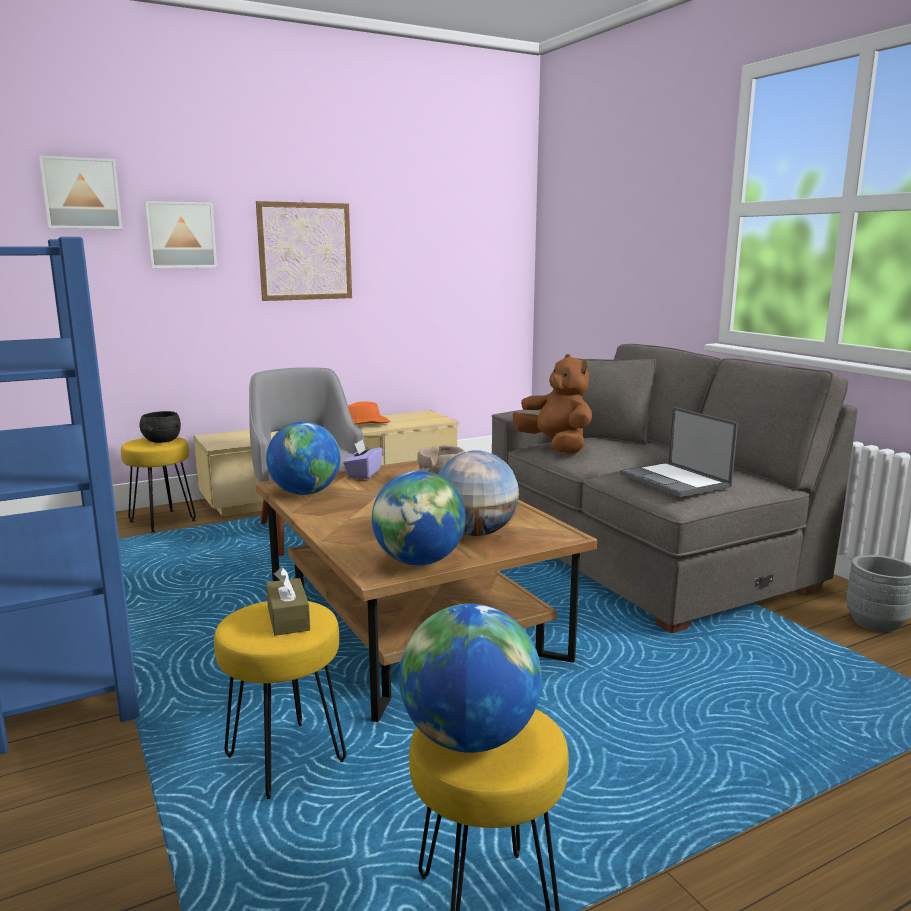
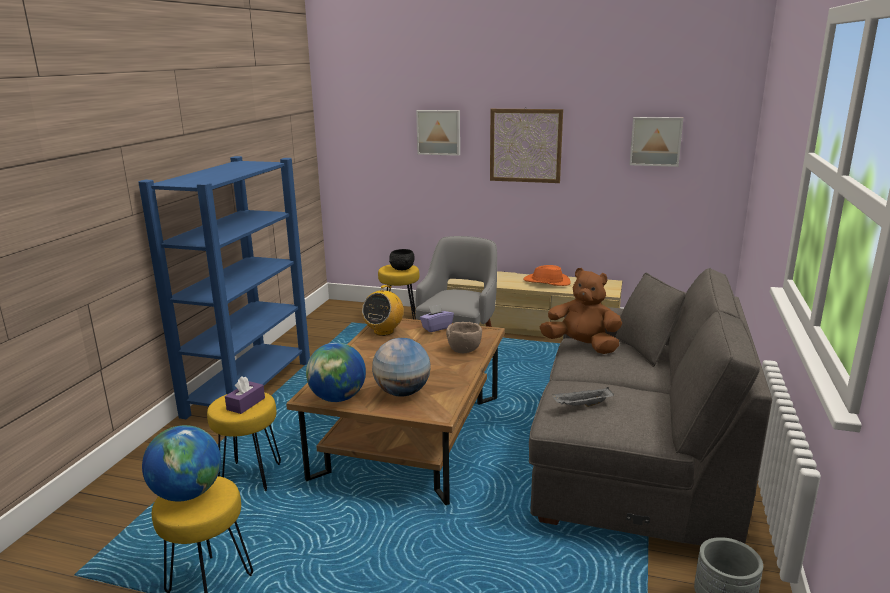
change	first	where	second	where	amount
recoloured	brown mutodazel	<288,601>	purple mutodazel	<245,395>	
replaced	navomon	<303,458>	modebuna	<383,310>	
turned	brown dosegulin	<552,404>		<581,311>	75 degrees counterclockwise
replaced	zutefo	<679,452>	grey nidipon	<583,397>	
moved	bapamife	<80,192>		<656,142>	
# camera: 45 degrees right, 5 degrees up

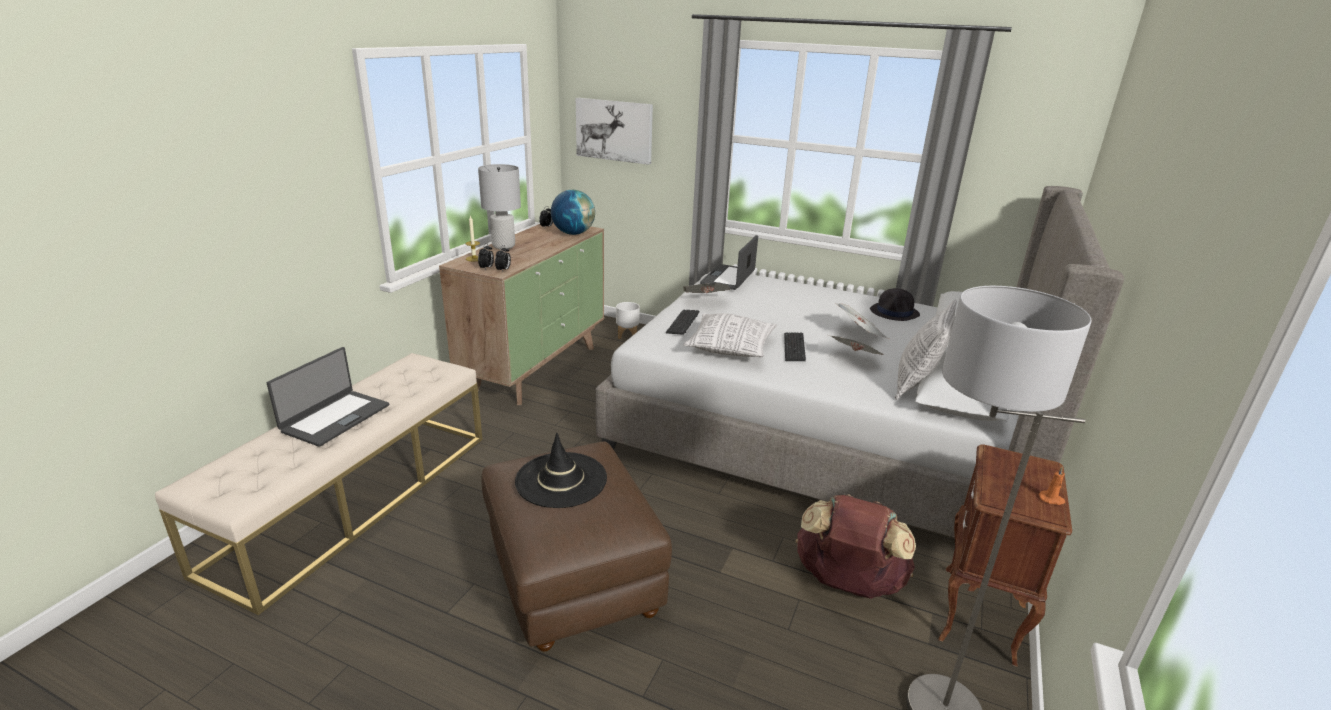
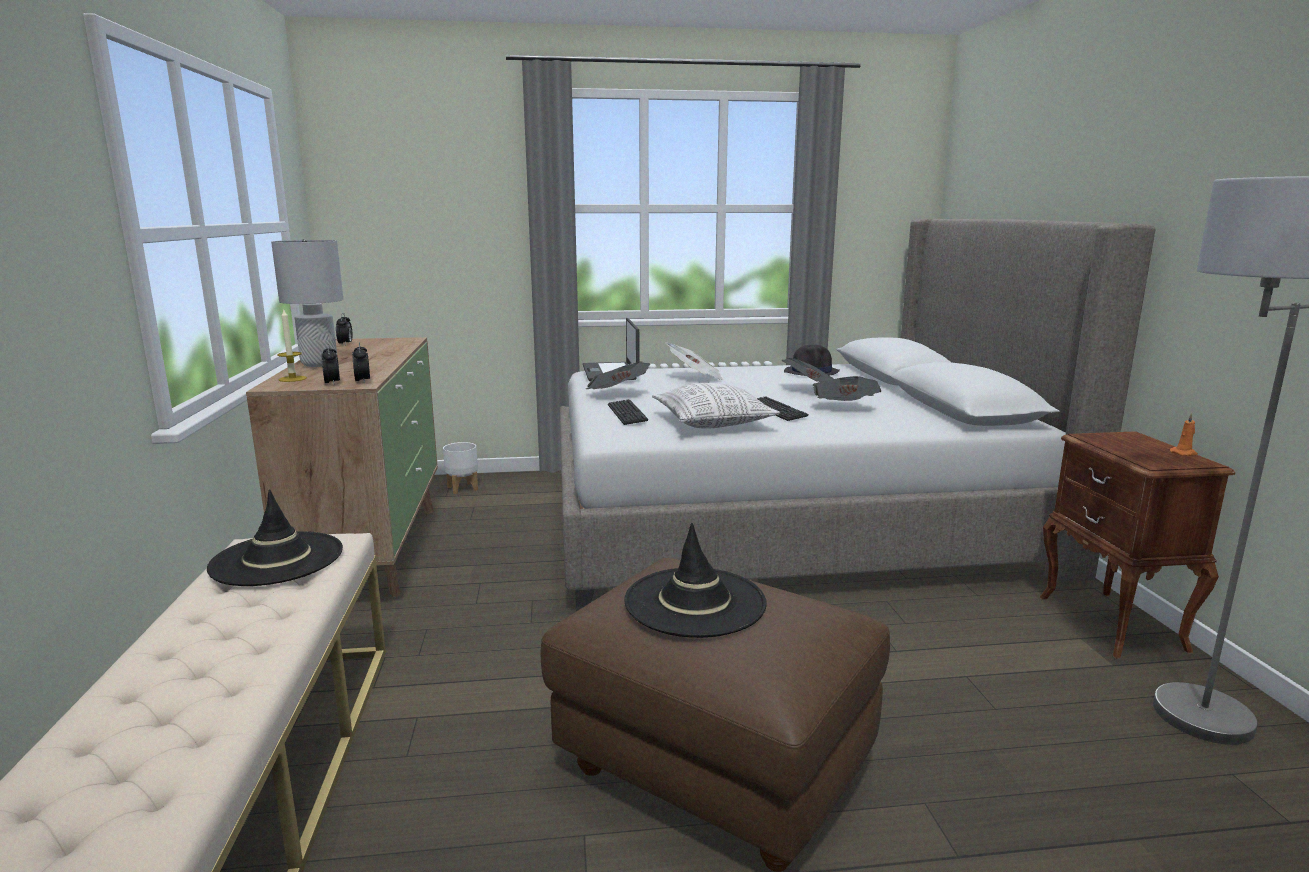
change	first	where	second	where	amount
added			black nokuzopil	<275,537>	
added			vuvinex	<695,361>	
removed	zutefo	<328,397>			
removed	navomon	<573,212>			
removed	bapamife	<614,131>			
removed	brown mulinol	<856,546>			
removed	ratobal	<926,349>			
# camera: 30 degrees left, 10 degrees down

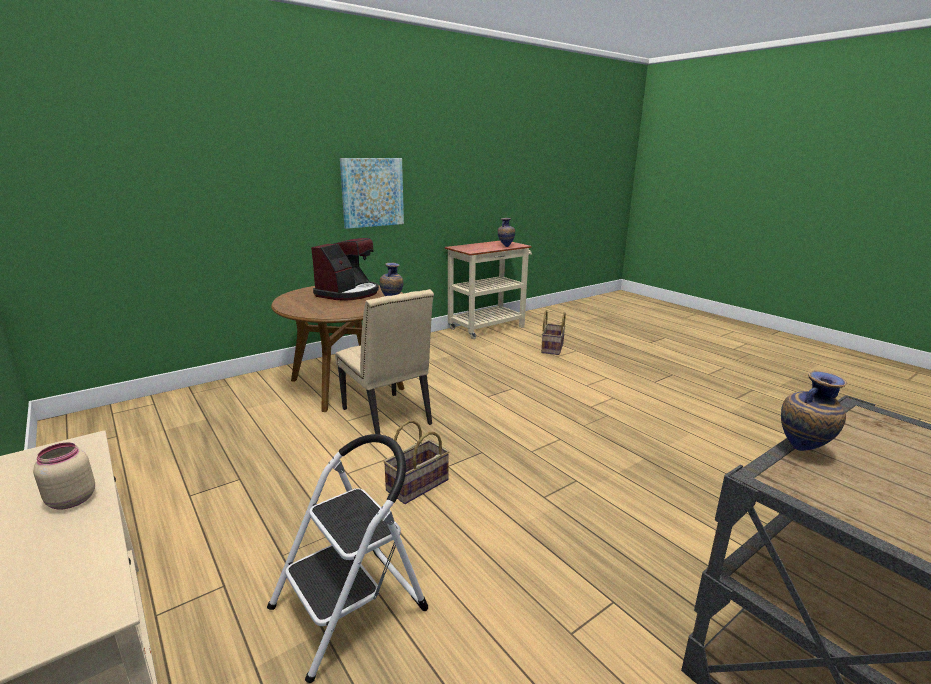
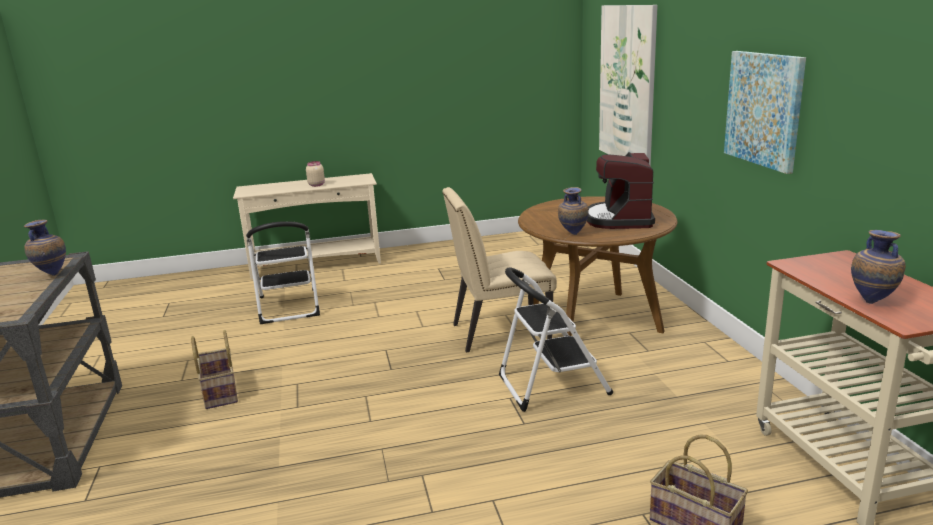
change	first	where	second	where	amount
moved	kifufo	<416,462>		<214,369>	
added			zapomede	<556,339>	
turned	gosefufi	<345,269>		<621,190>	45 degrees clockwise
added			bapamife	<628,86>	
# camera: 115 degrees right, 0 degrees up

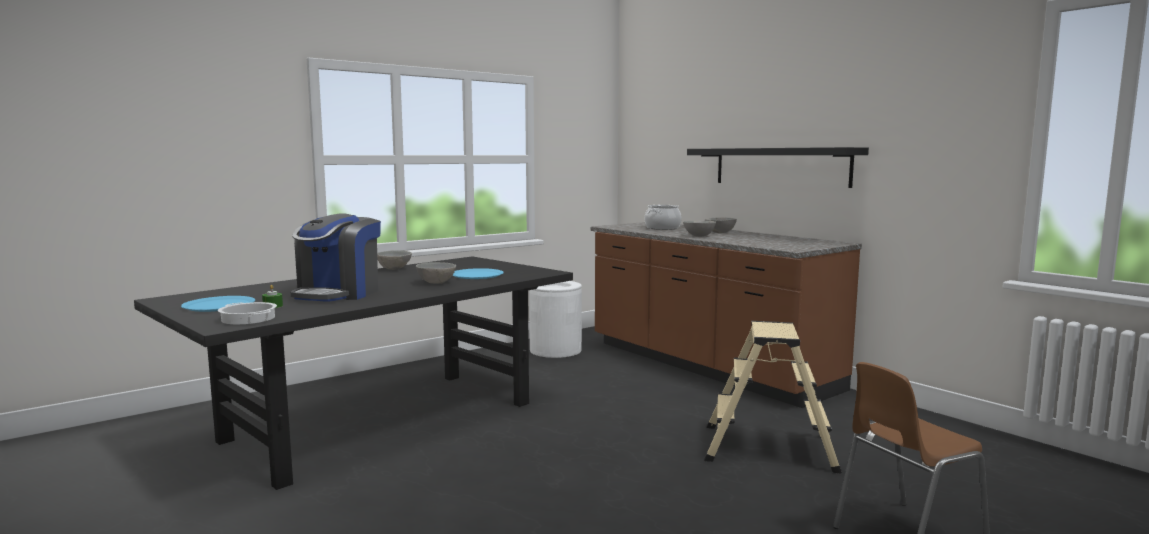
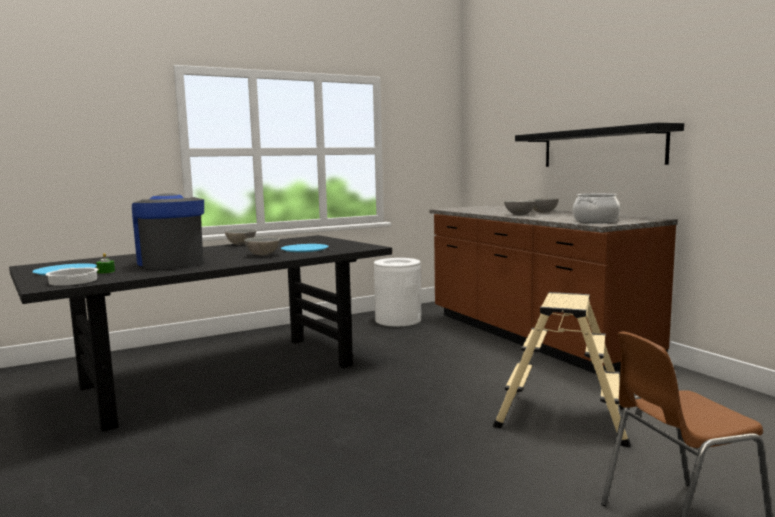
change	first	where	second	where	amount
turned	gosefufi	<336,258>		<168,231>	120 degrees clockwise
moved	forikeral	<663,217>		<596,208>	
# camera: 10 degrees right, 0 degrees up

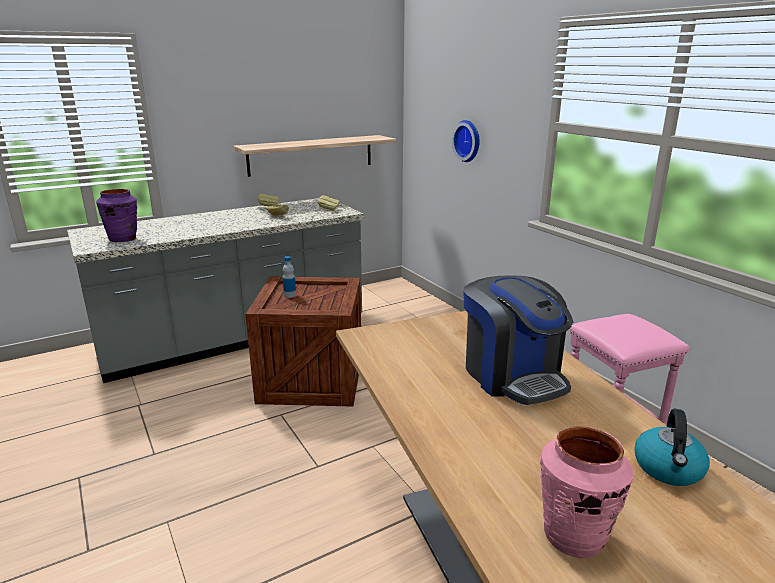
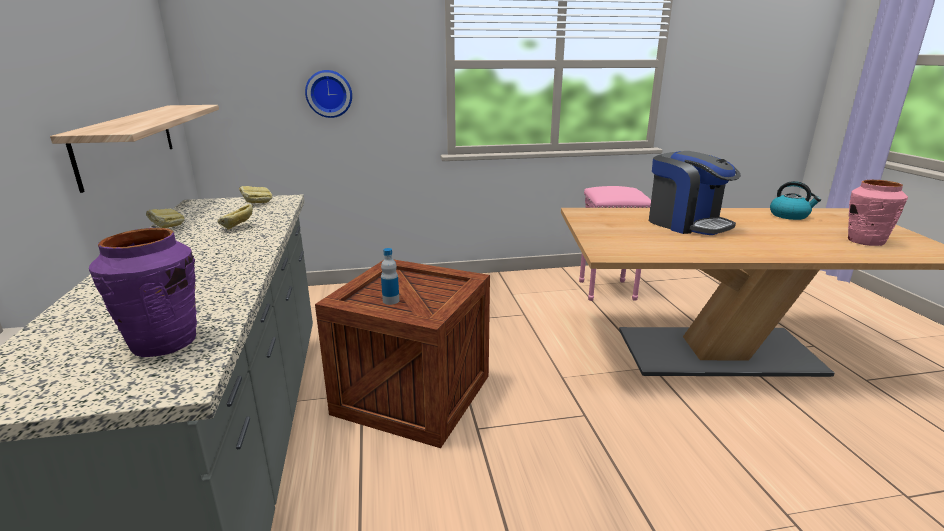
change	first	where	second	where	amount
turned	gosefufi	<518,340>		<695,193>	60 degrees clockwise
# camera: 70 degrees left, 0 degrees up

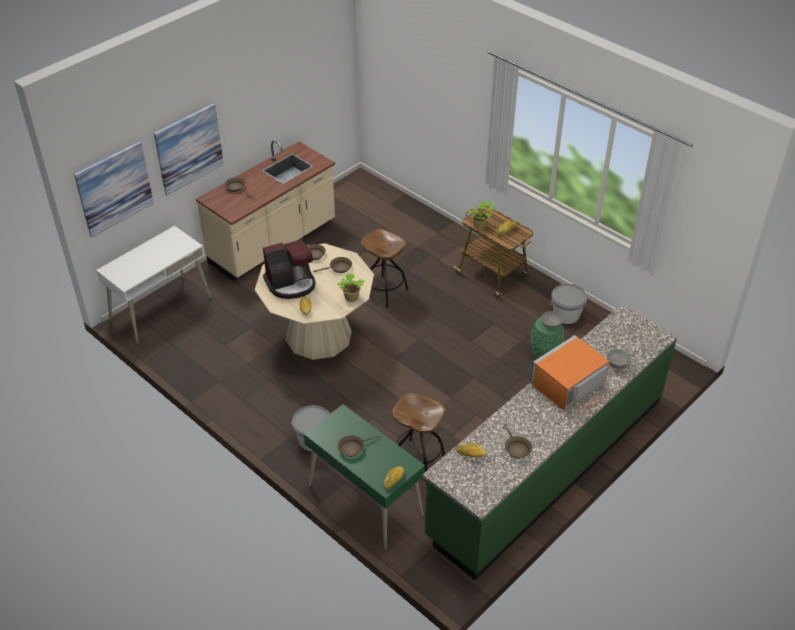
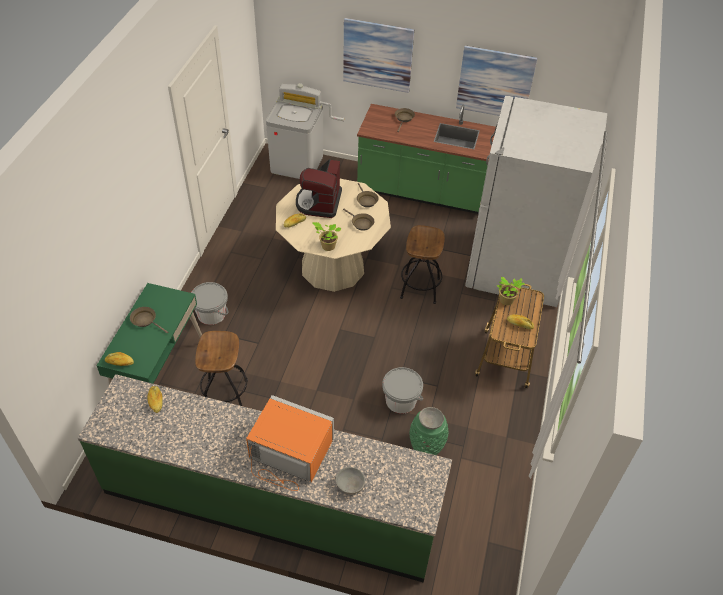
change	first	where	second	where	amount
replaced	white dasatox	<153,285>	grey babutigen	<305,131>	
turned	gosefufi	<289,269>		<319,188>	60 degrees clockwise
recoloured	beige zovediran	<265,210>	green zovediran	<426,159>	
moved	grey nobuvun	<567,304>		<402,390>	
moved	bapamife	<114,189>		<496,80>	
added			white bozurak	<536,201>	
removed	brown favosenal	<518,441>			
# camera: 60 degrees right, 5 degrees up

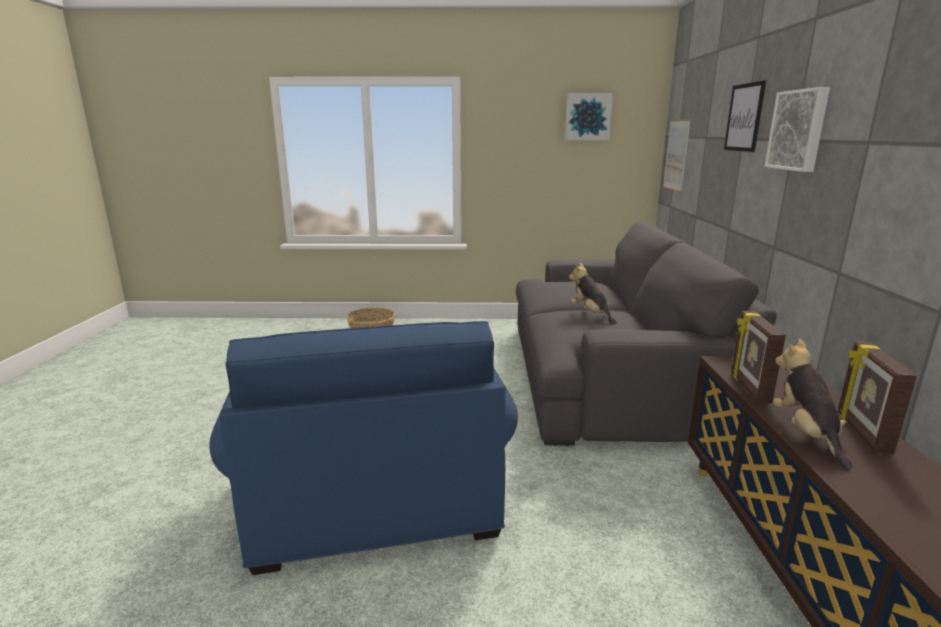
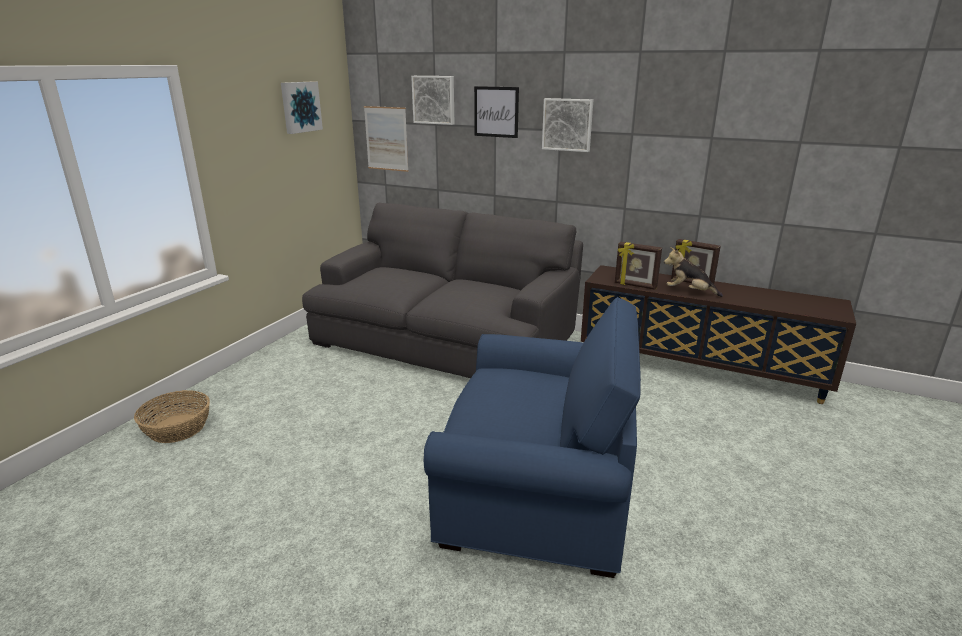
change	first	where	second	where	amount
added			bapamife	<432,100>	
removed	dosegulin	<593,293>			
# camera: 65 degrees left, 5 degrees up

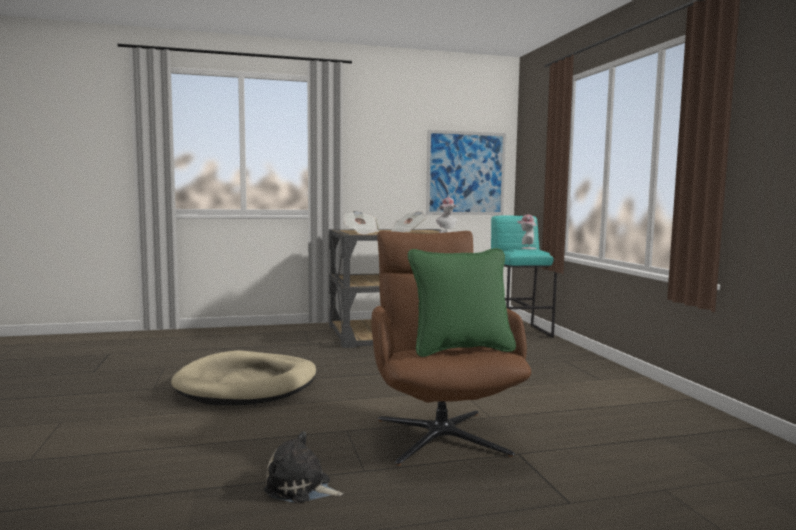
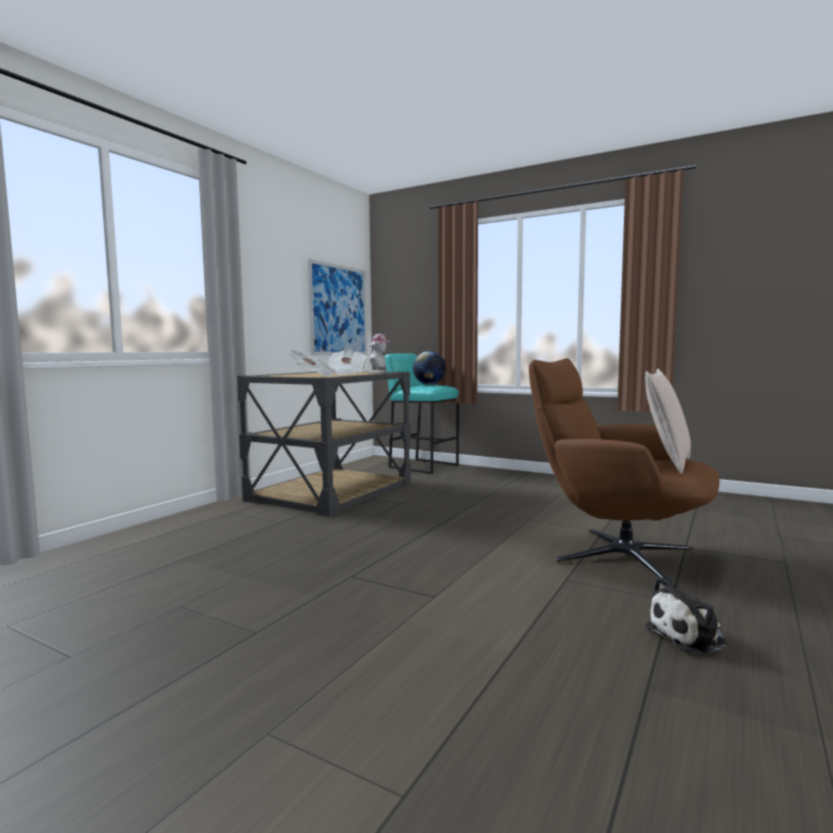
change	first	where	second	where	amount
replaced	nokuzopil	<527,231>	navomon	<429,367>	
recoloured	green ratobal	<462,302>	beige ratobal	<668,421>	
removed	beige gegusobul	<243,378>			
# camera: 45 degrees left, 0 degrees up

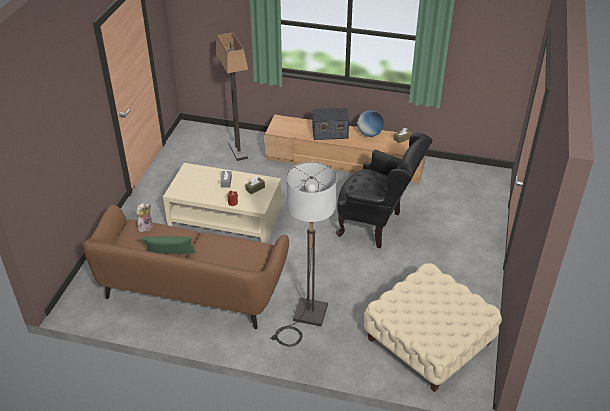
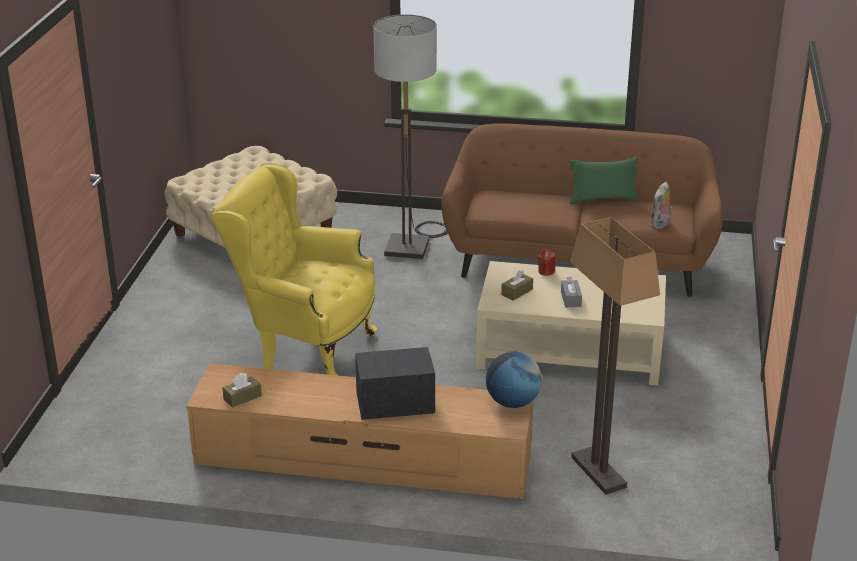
change	first	where	second	where	amount
recoloured	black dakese	<384,191>	yellow dakese	<294,269>	
moved	navomon	<370,123>		<514,380>	
# camera: 175 degrees right, 10 degrees down

